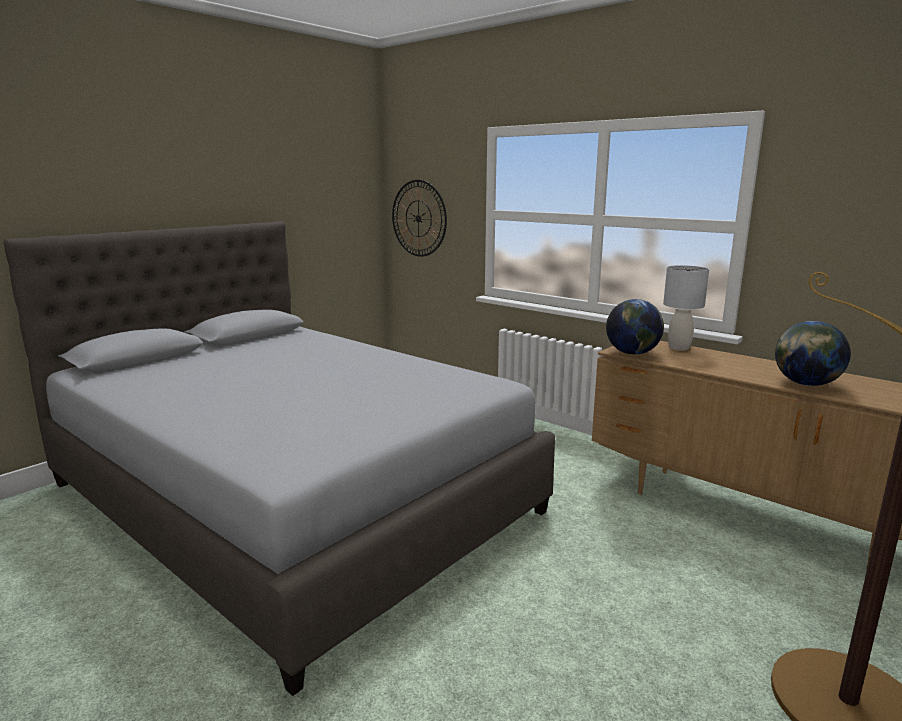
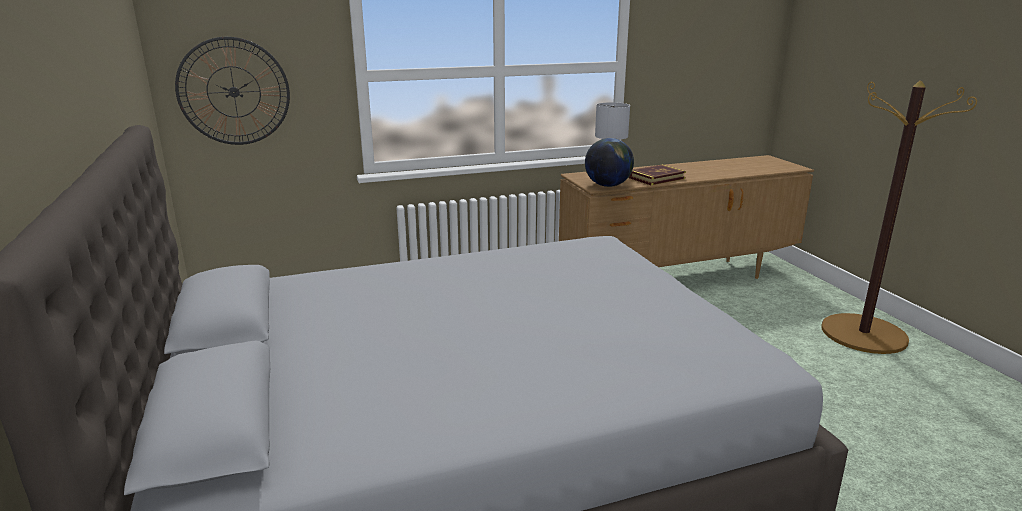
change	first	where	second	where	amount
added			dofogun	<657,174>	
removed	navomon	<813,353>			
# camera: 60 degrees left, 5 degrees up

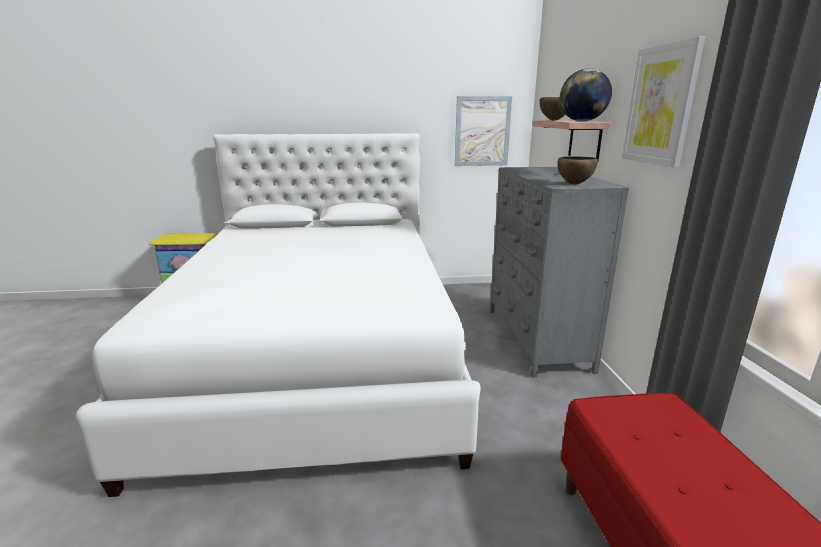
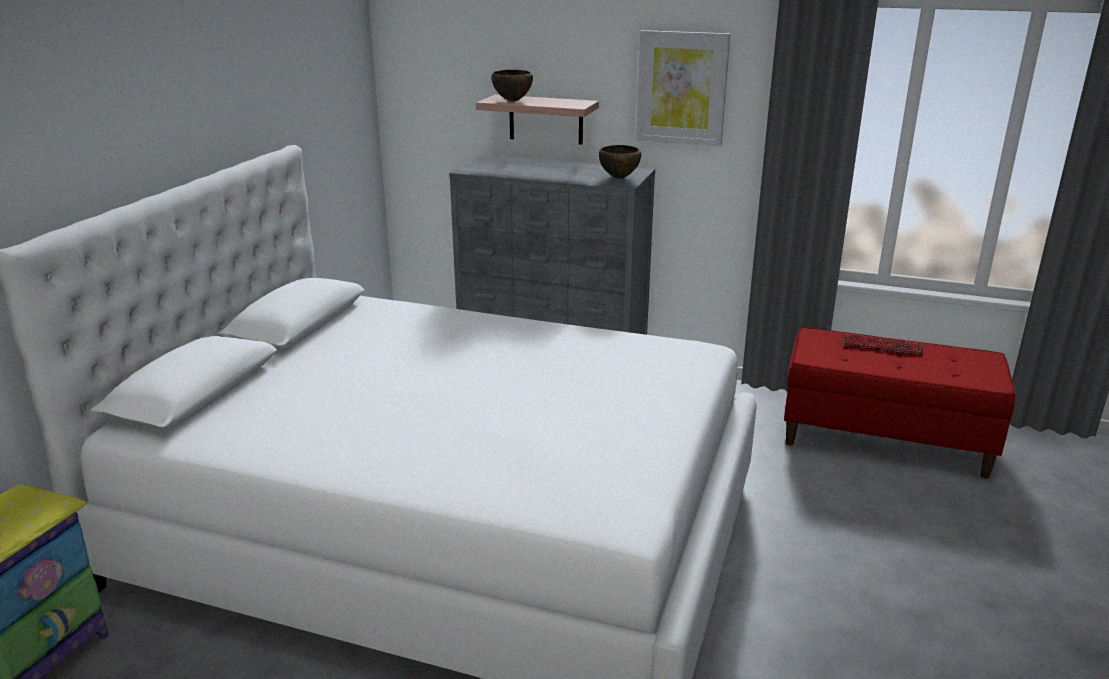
change	first	where	second	where	amount
added			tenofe	<884,345>	
removed	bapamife	<483,131>			
removed	navomon	<586,95>			
# camera: 65 degrees left, 5 degrees up

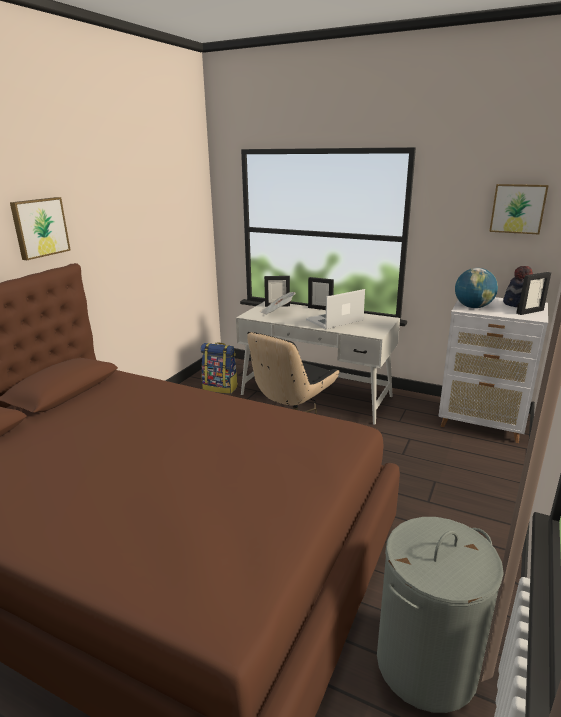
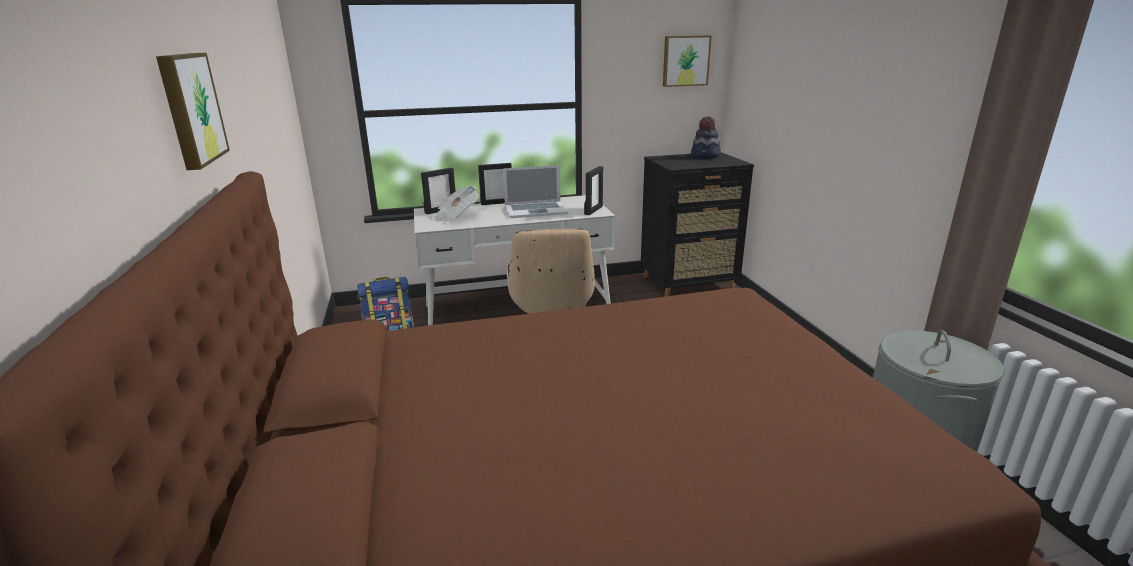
change	first	where	second	where	amount
turned	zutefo	<335,309>		<535,191>	120 degrees counterclockwise
moved	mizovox	<533,293>		<593,190>	
recoloured	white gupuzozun	<493,370>	black gupuzozun	<697,224>	
removed	navomon	<476,288>			
# camera: 40 degrees left, 0 degrees up

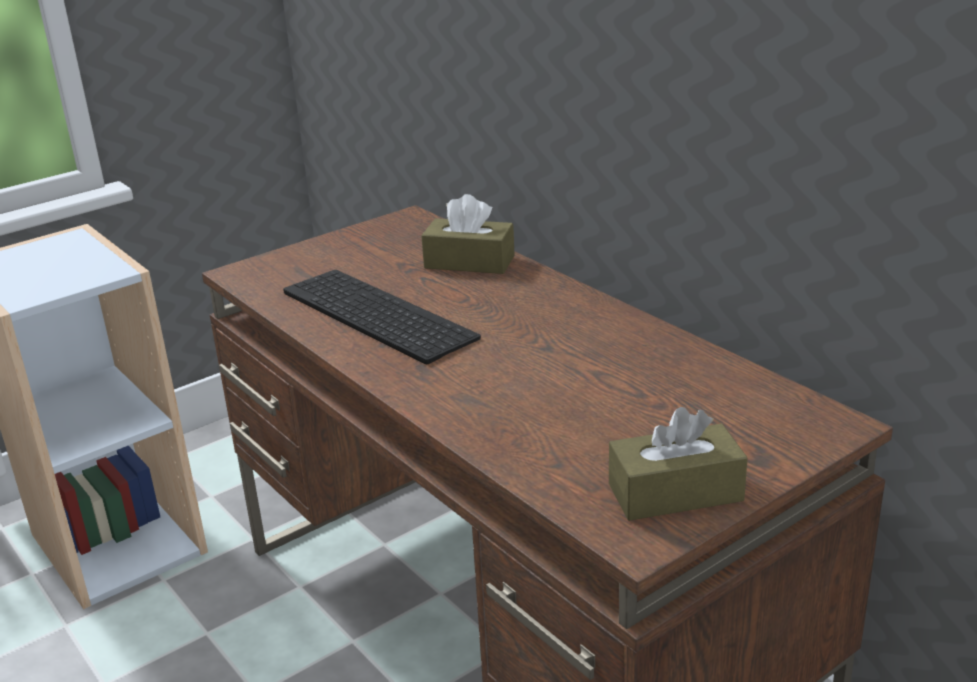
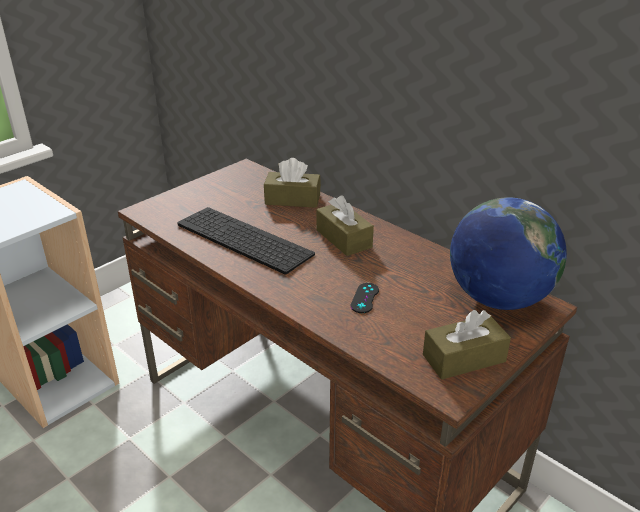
change	first	where	second	where	amount
added			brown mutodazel	<345,225>	
added			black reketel	<364,298>	
added			navomon	<508,253>	
# camera: 10 degrees left, 5 degrees up

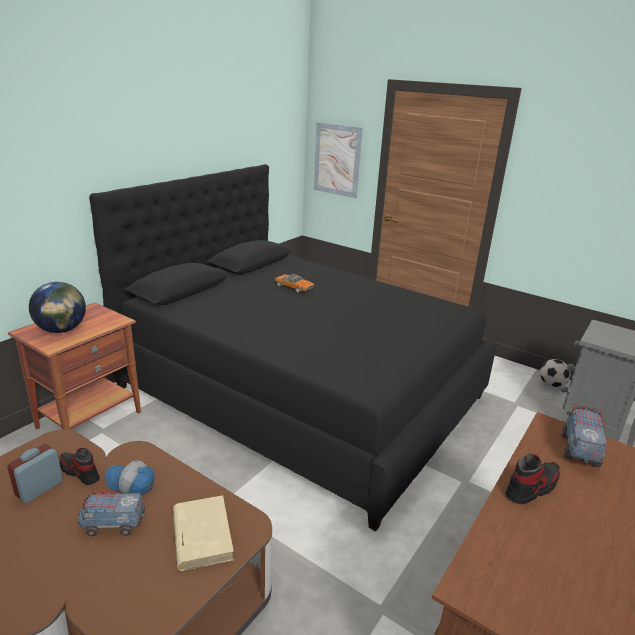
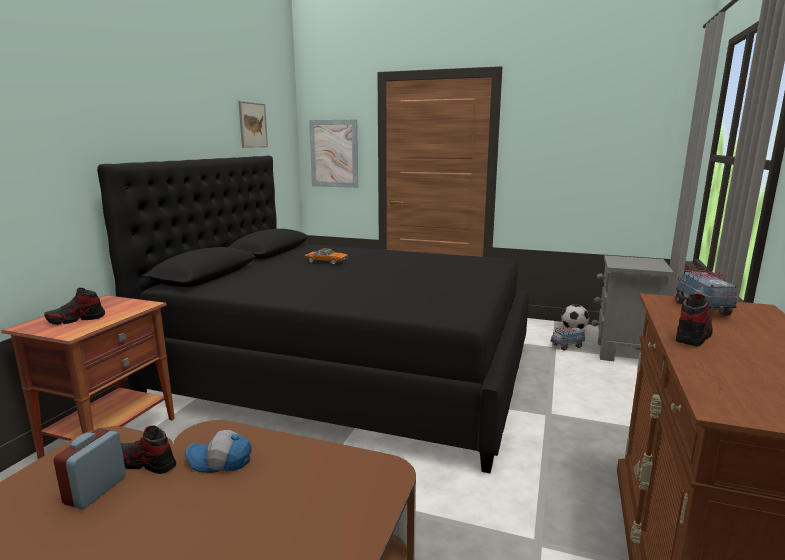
change	first	where	second	where	amount
replaced	navomon	<57,307>	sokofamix	<74,306>	
added			bapamife	<253,124>	
moved	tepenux	<111,513>		<567,338>	
removed	beige dofogun	<203,533>			
# camera: 15 degrees left, 10 degrees down

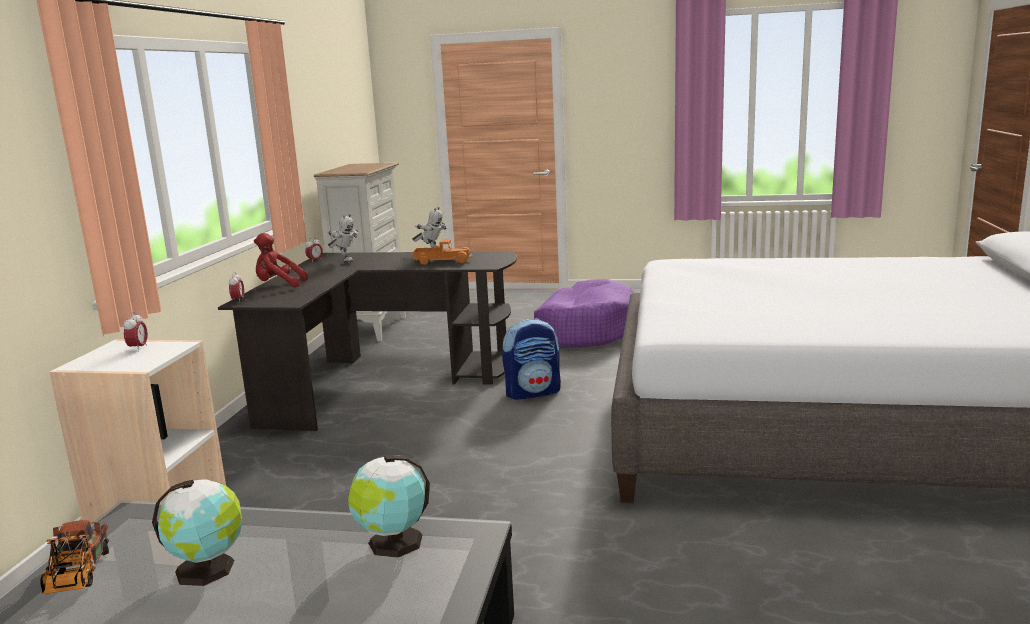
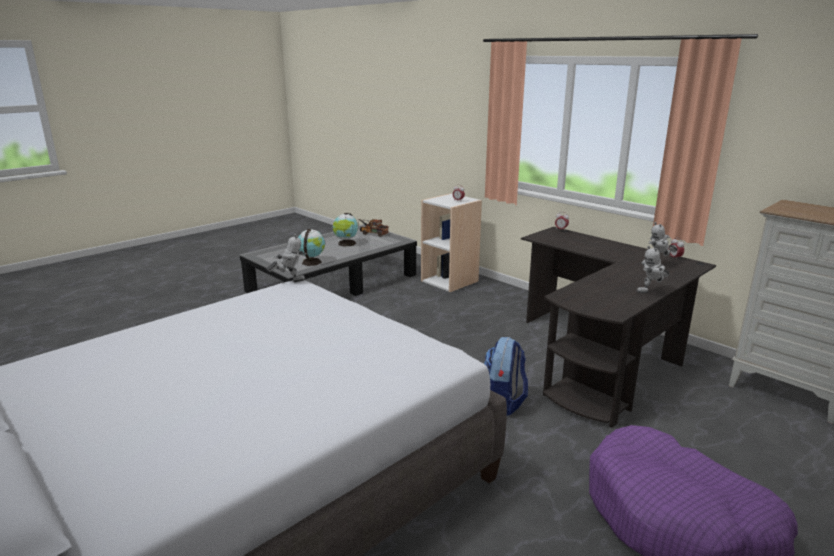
change	first	where	second	where	amount
added			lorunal	<286,258>	
removed	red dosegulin	<281,260>			
removed	tepenux	<442,252>			
# camera: 125 degrees right, 5 degrees up

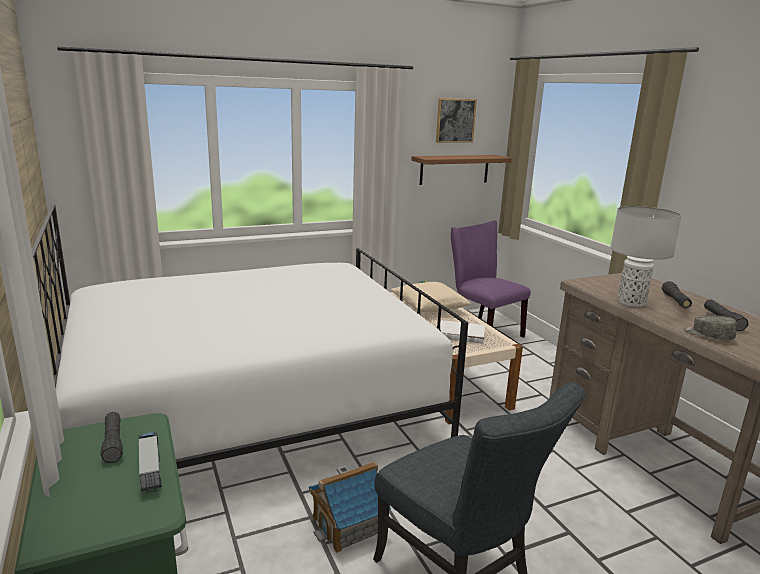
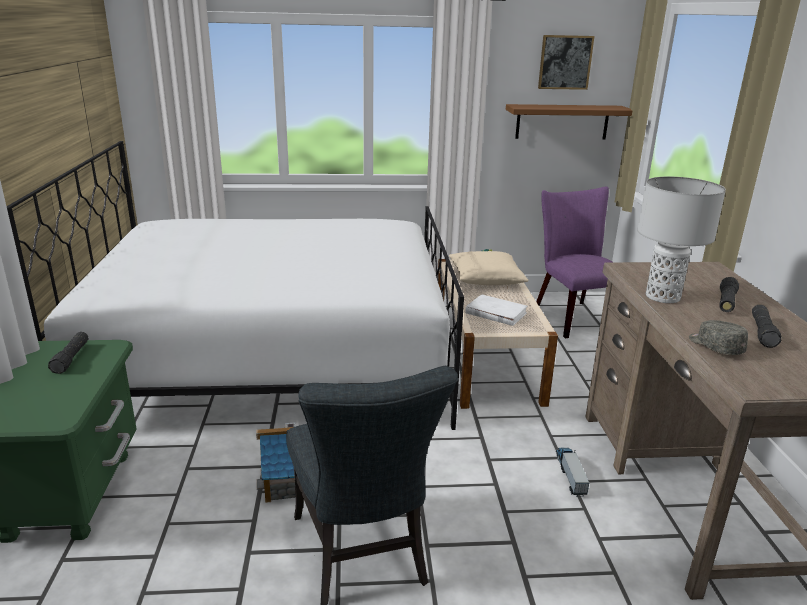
change	first	where	second	where	amount
moved	tepenux	<149,462>		<572,472>	
# camera: 20 degrees right, 5 degrees up

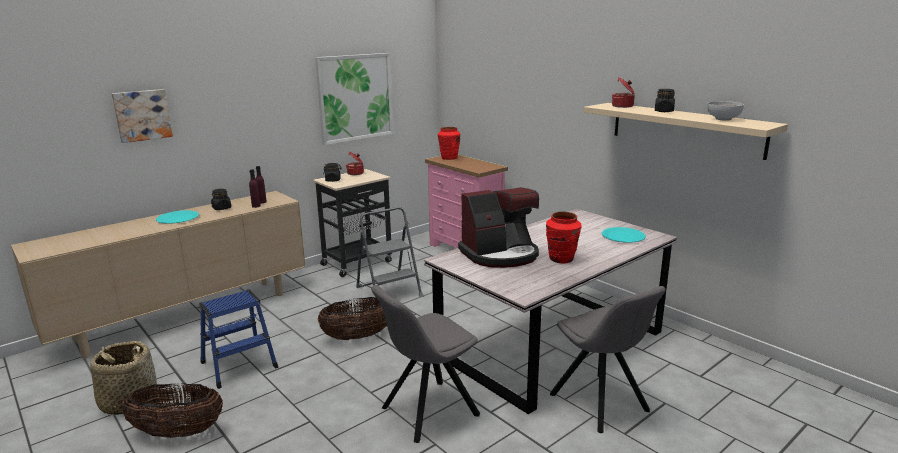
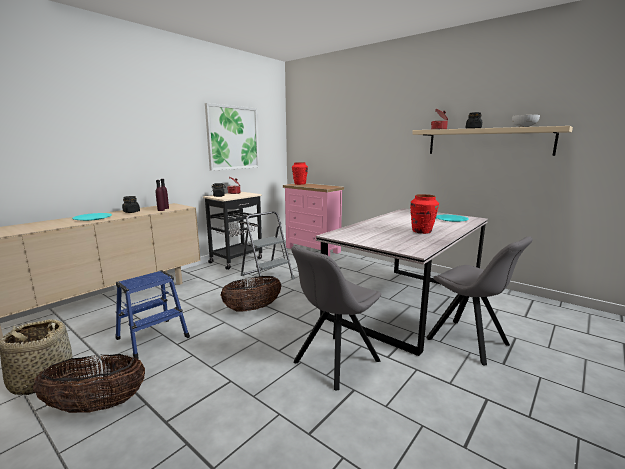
change	first	where	second	where	amount
removed	bapamife	<142,116>			
removed	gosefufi	<498,227>			
# camera: 10 degrees left, 5 degrees down

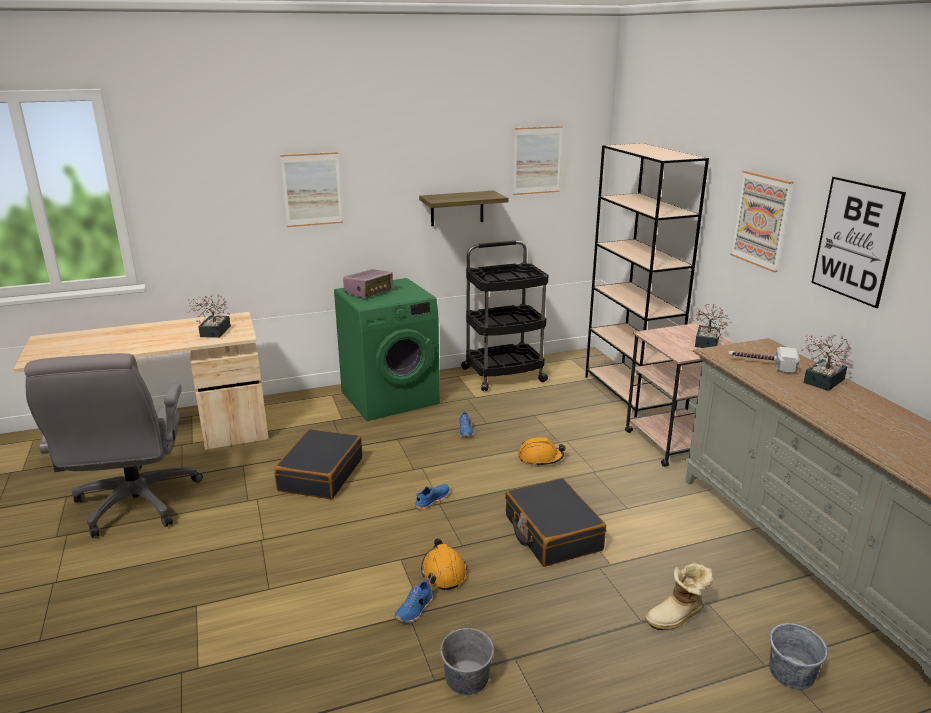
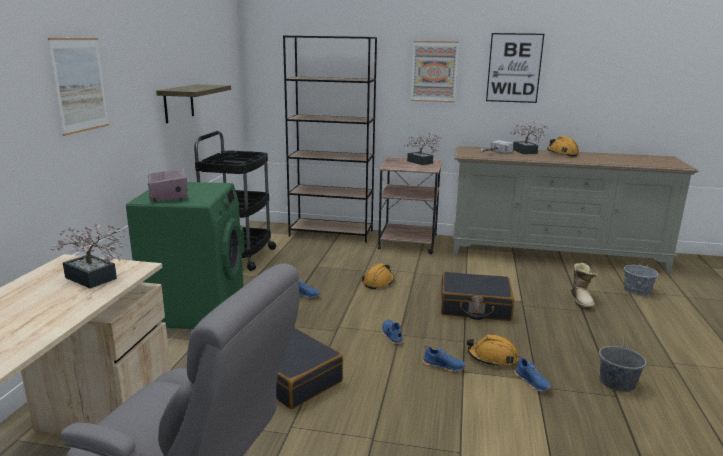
change	first	where	second	where	amount
added			blue sokofamix	<444,358>	
added			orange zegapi	<563,146>	
removed	bapamife	<538,160>			
# camera: 60 degrees left, 5 degrees down

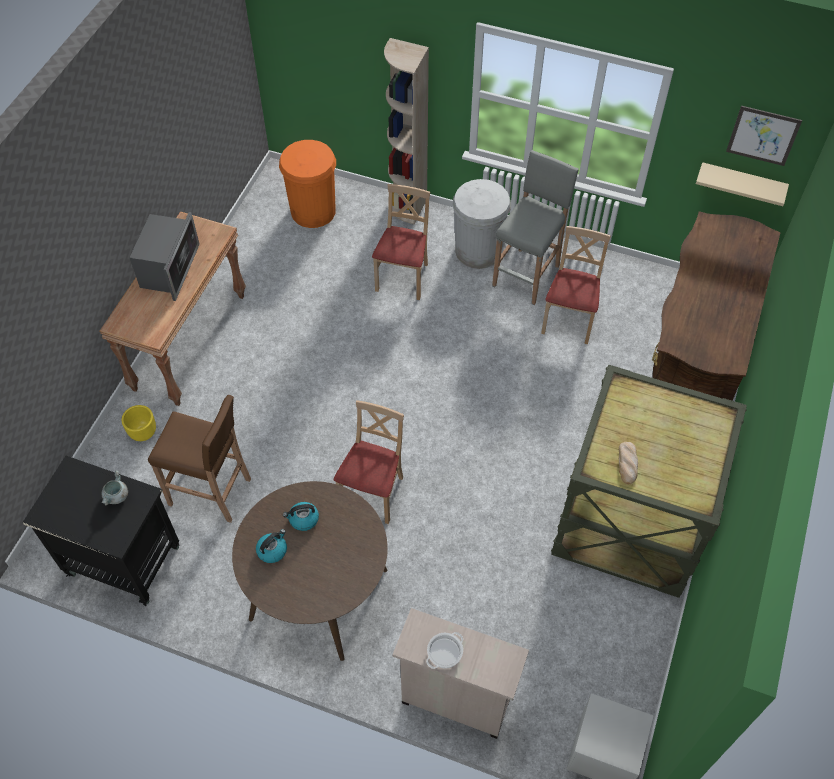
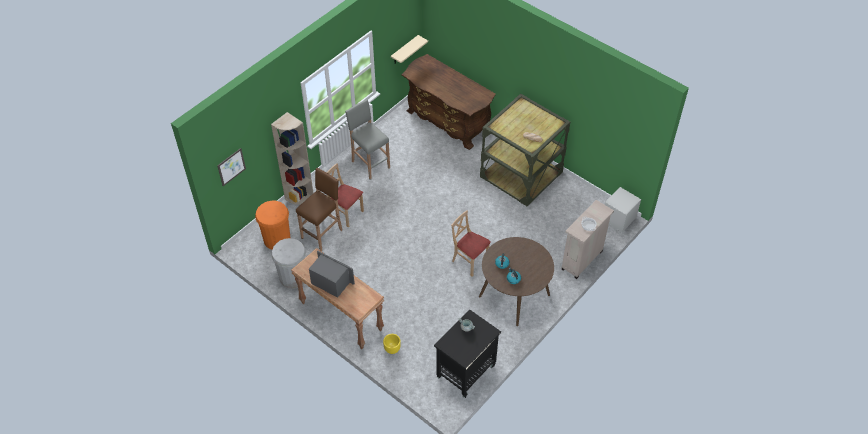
change	first	where	second	where	amount
moved	bapamife	<764,136>		<231,167>	
moved	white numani	<481,224>		<288,263>	
moved	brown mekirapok	<199,459>		<319,209>	
removed	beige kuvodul	<576,285>			
# camera: 70 degrees left, 5 degrees down

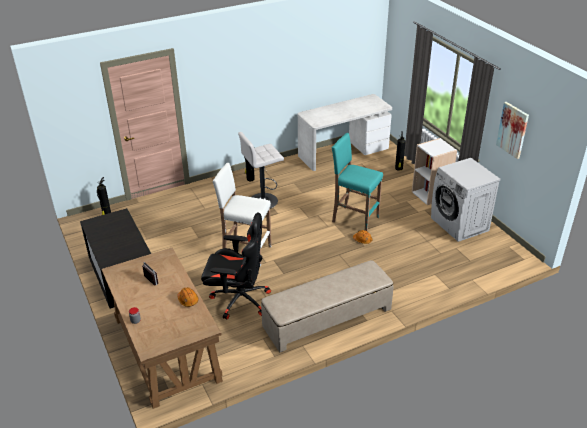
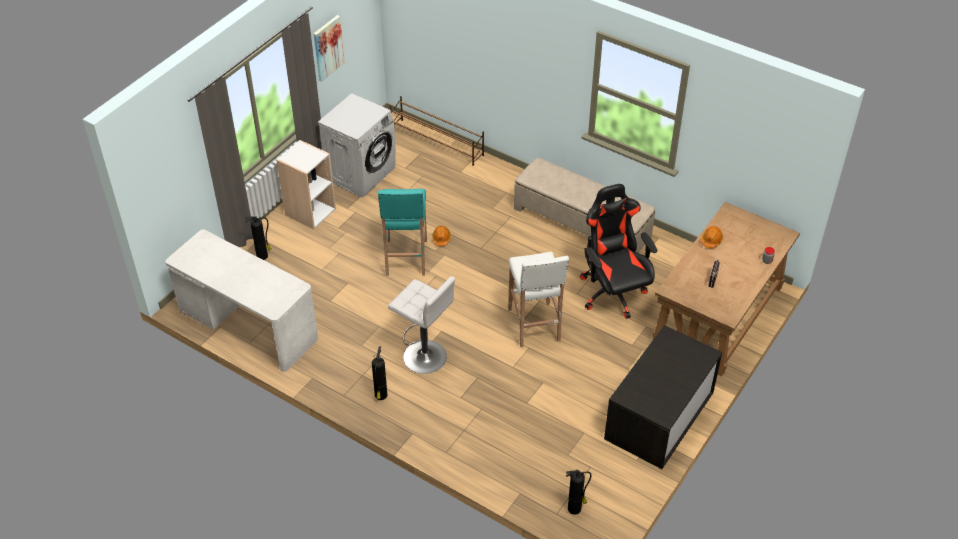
change	first	where	second	where	amount
added			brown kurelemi	<437,131>	
# camera: 120 degrees left, 10 degrees up

